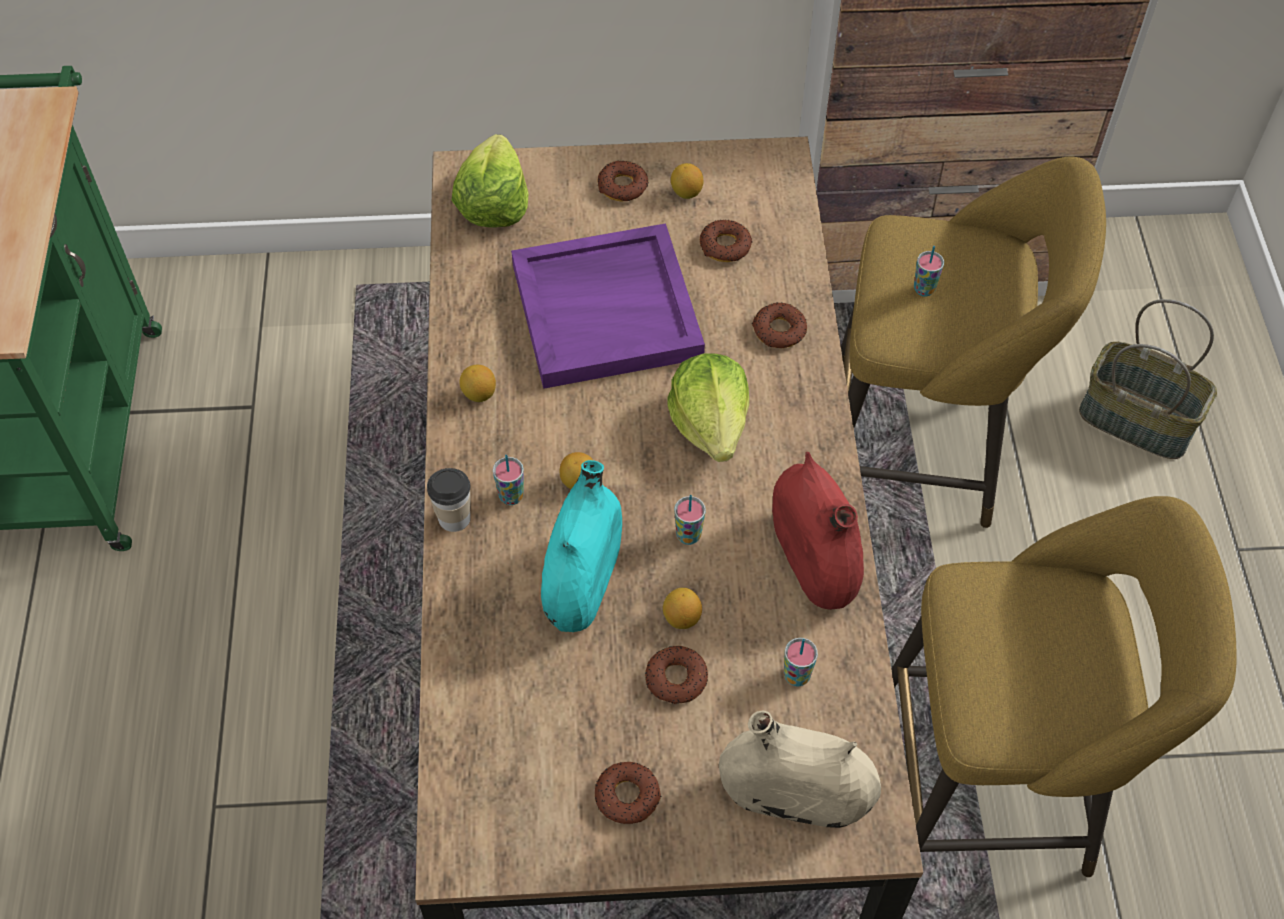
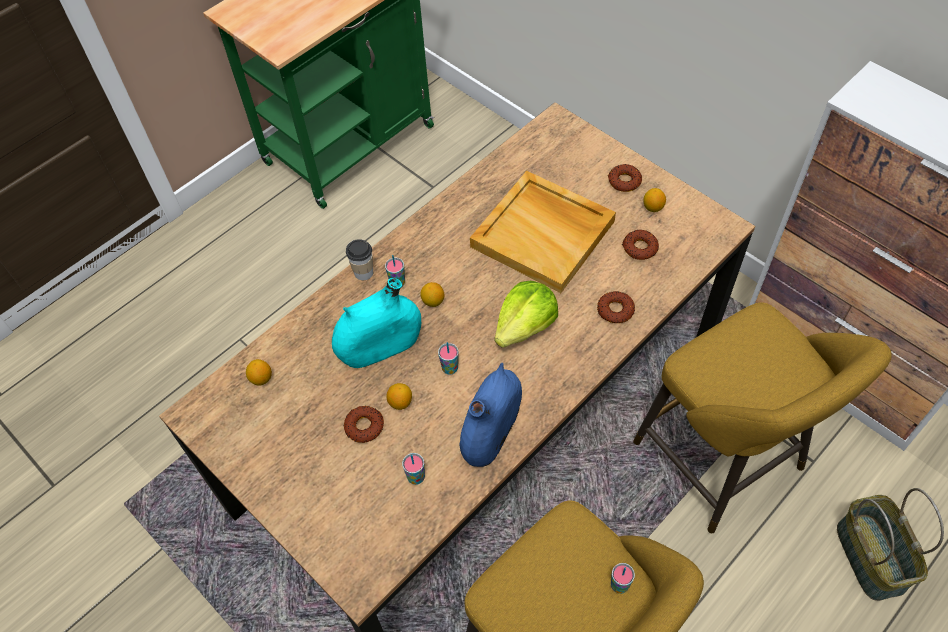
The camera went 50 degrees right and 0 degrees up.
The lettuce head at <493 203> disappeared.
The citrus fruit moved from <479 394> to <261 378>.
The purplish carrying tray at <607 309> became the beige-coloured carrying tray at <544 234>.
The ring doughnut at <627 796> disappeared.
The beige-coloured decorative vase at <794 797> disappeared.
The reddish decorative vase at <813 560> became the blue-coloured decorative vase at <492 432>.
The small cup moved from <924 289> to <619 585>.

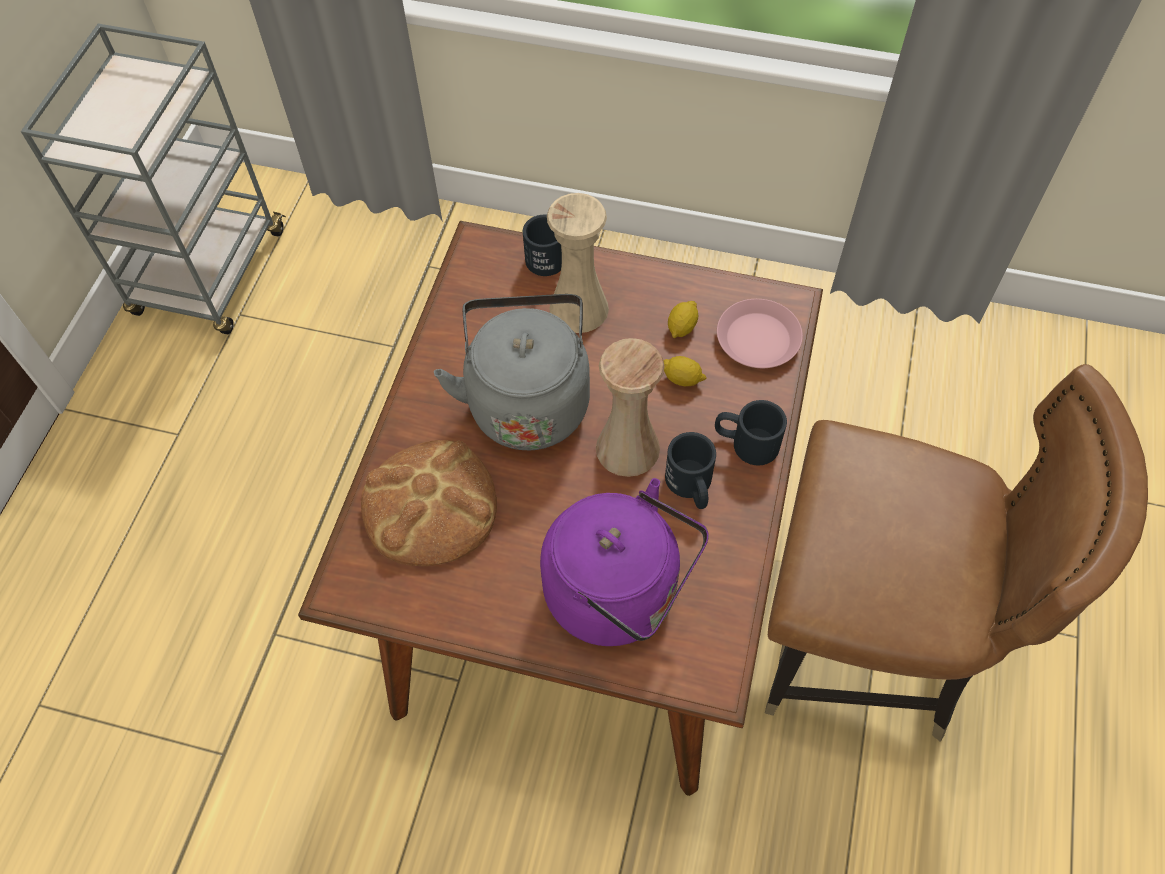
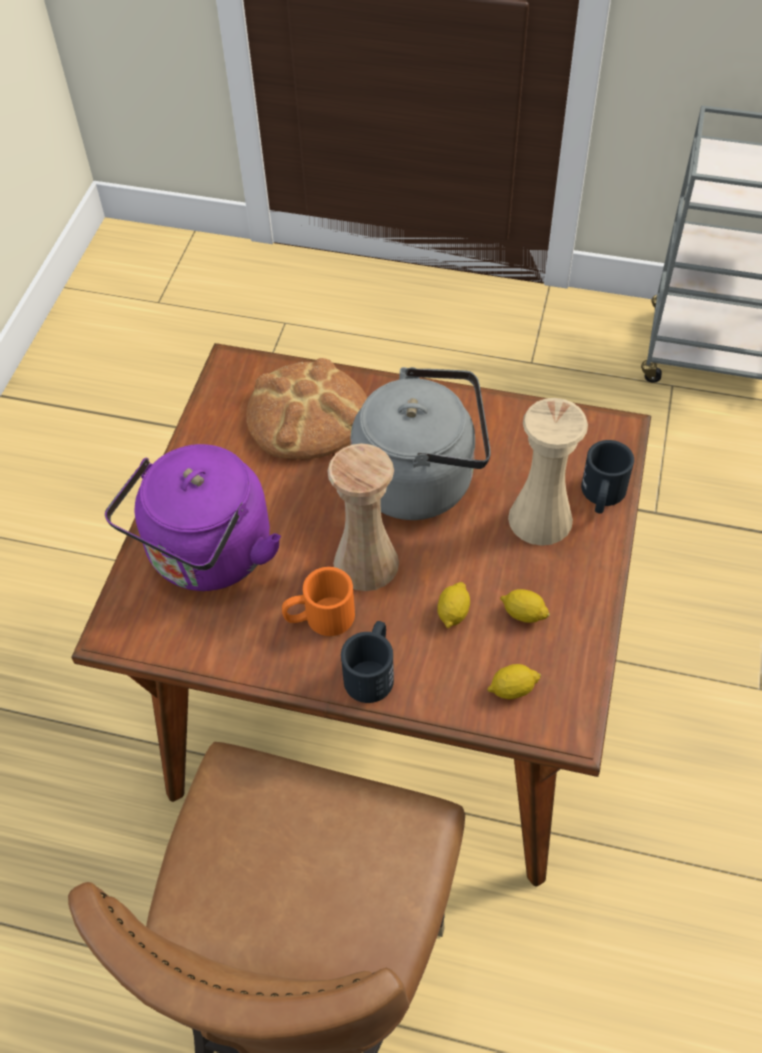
The camera went 90 degrees right and 5 degrees down.
The blackish coffee mug at <691 487> became the orangey coffee mug at <319 618>.
The pink flat dish at <757 339> was replaced by the citrus fruit at <512 689>.

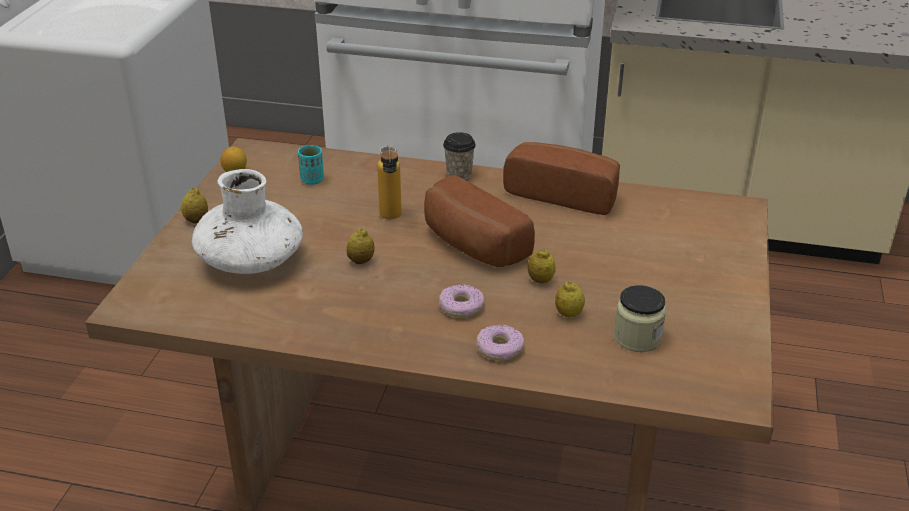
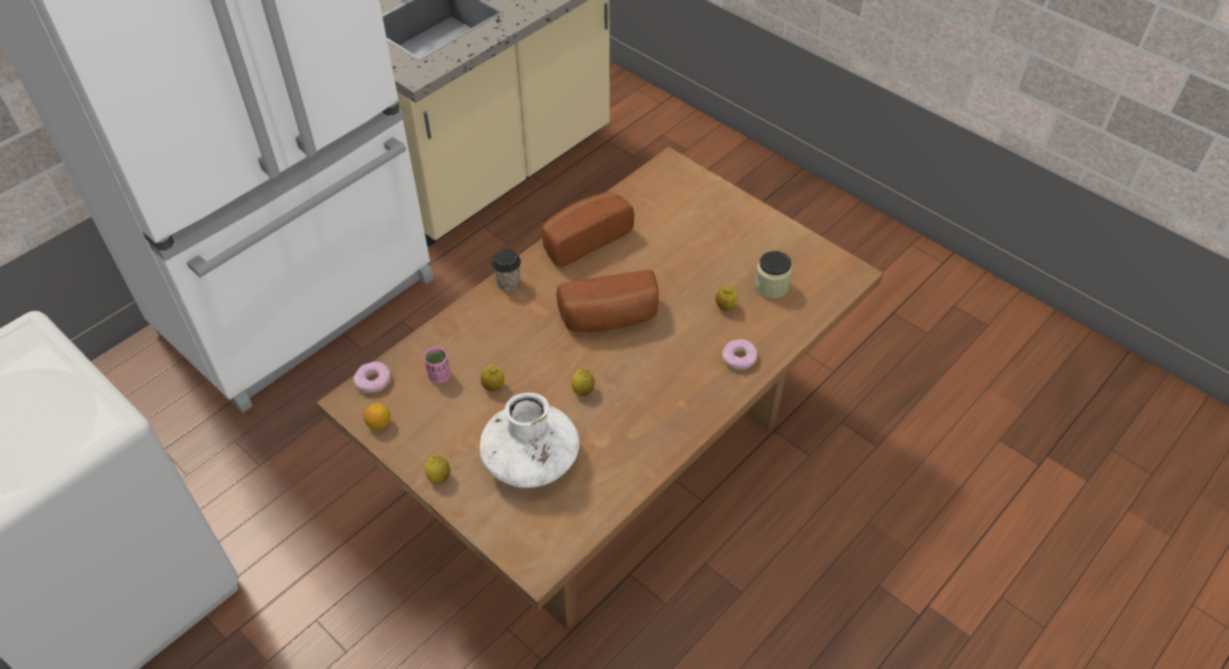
The camera went 60 degrees left and 15 degrees up.
The blue-green small cup at <312 180> became the pink small cup at <439 376>.
The drink bottle at <391 219> disappeared.
The ring doughnut moved from <461 307> to <373 381>.
The citrus fruit moved from <540 280> to <493 386>.

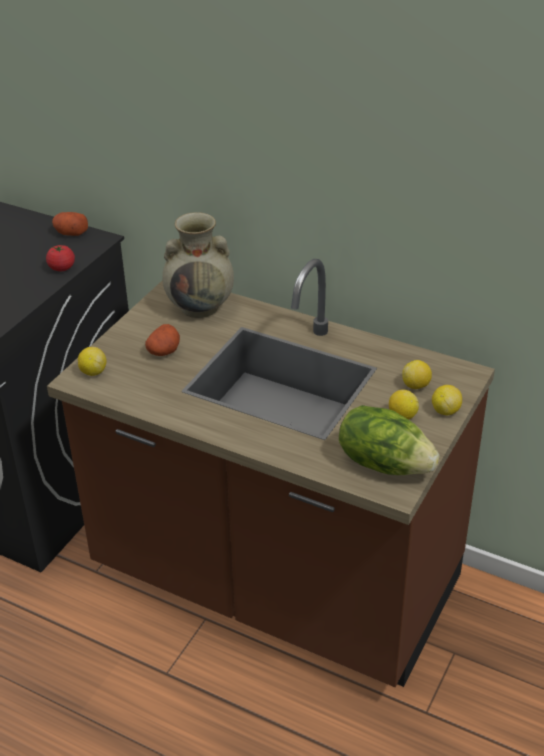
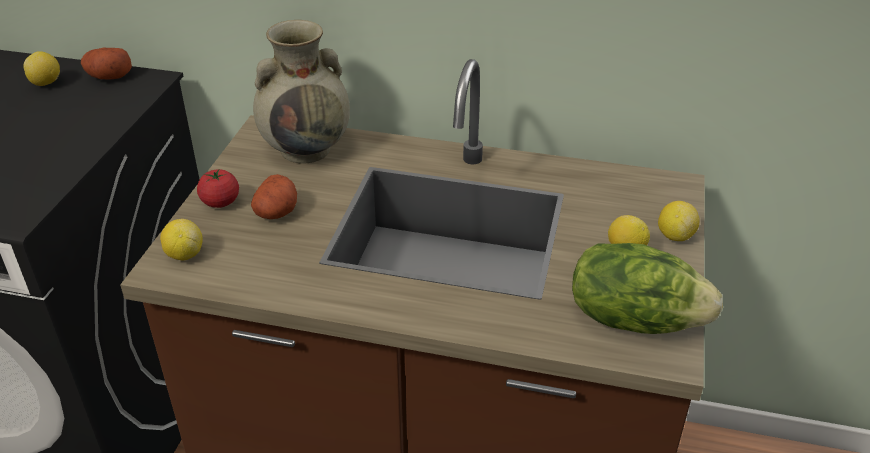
The camera went 15 degrees left and 0 degrees up.
The fresh tomato moved from <62 268> to <220 202>.
The citrus fruit moved from <416 386> to <46 83>.

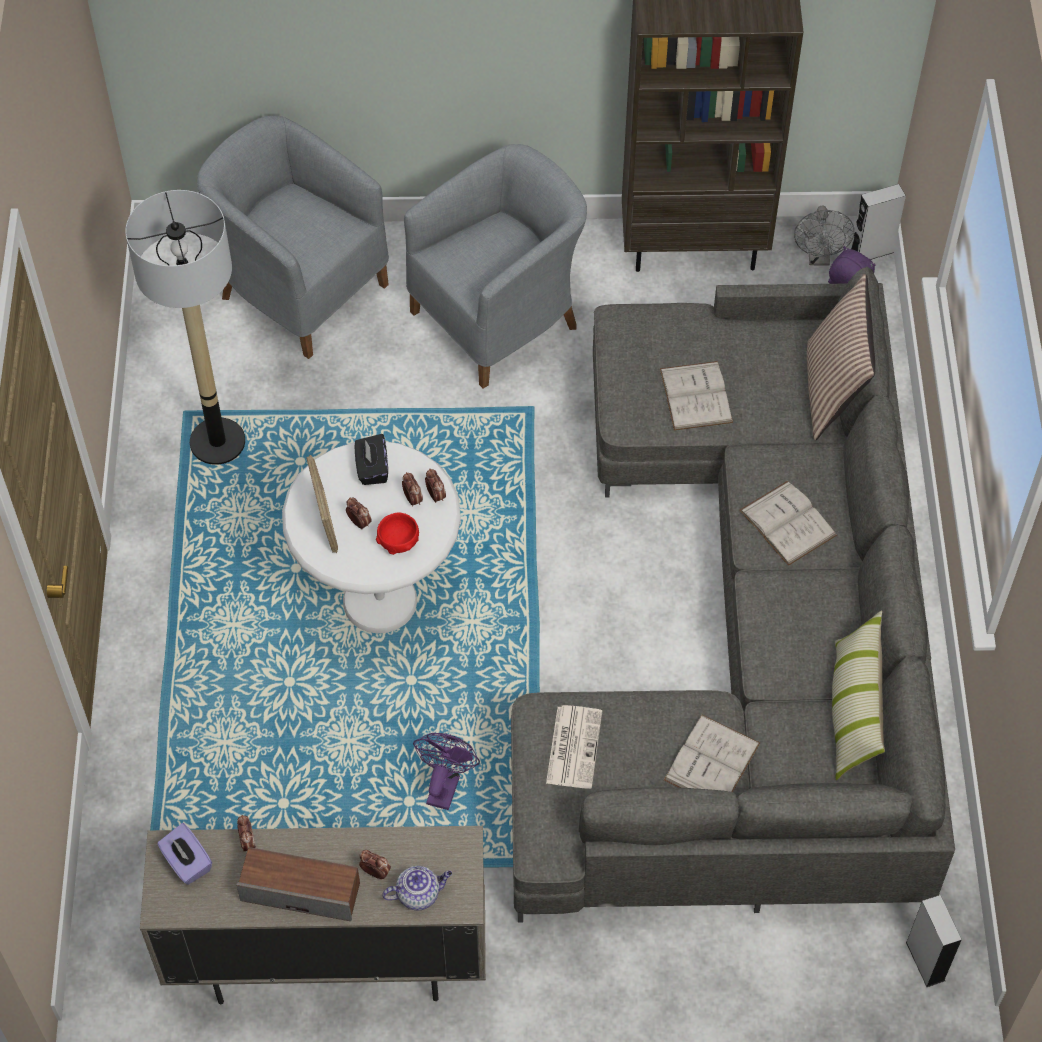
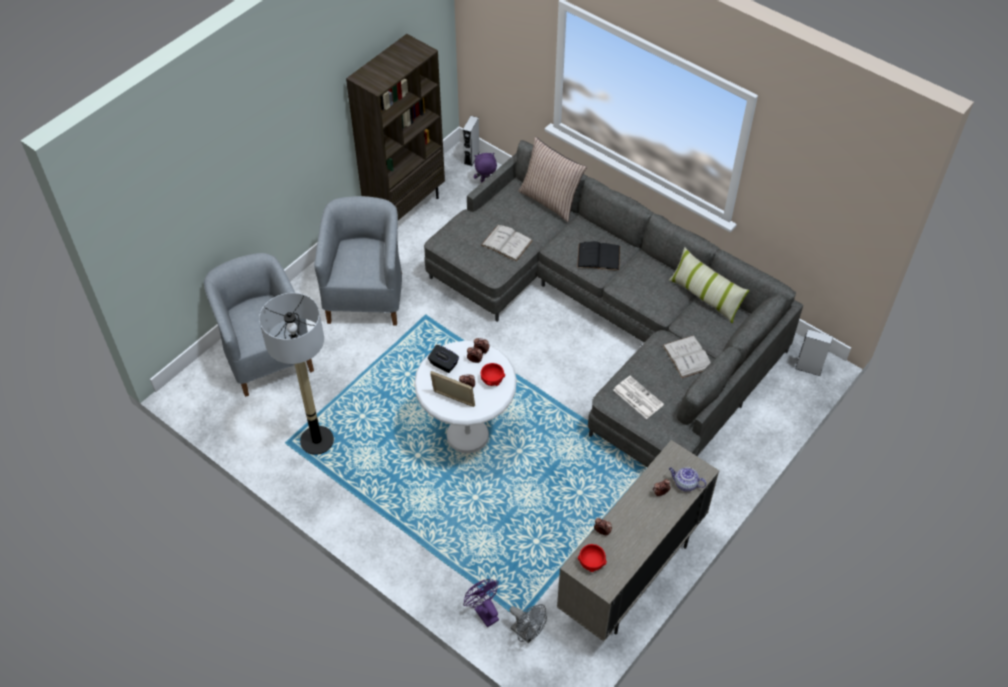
The camera went 50 degrees left and 5 degrees down.
The purplish box of tissues at <187 863> was replaced by the reddish deep dish at <591 562>.
The greyish lounge chair at <298 287> turned 75 degrees clockwise.
The audio speaker at <301 891> disappeared.
The pot for tea at <419 894> turned 90 degrees counterclockwise.
The purplish fan moved from <444 784> to <483 612>.
The white-coloured bound book at <787 523> became the blackish bound book at <598 256>.
The greyish fan moved from <819 257> to <527 633>.

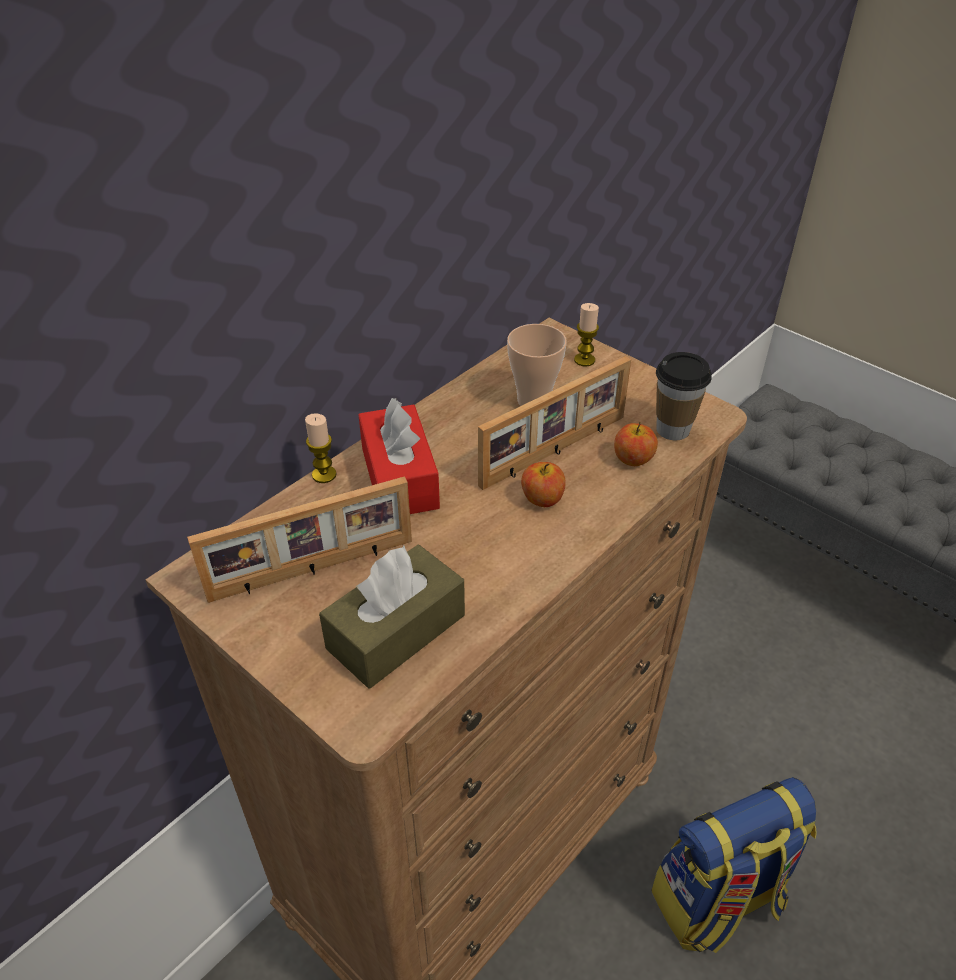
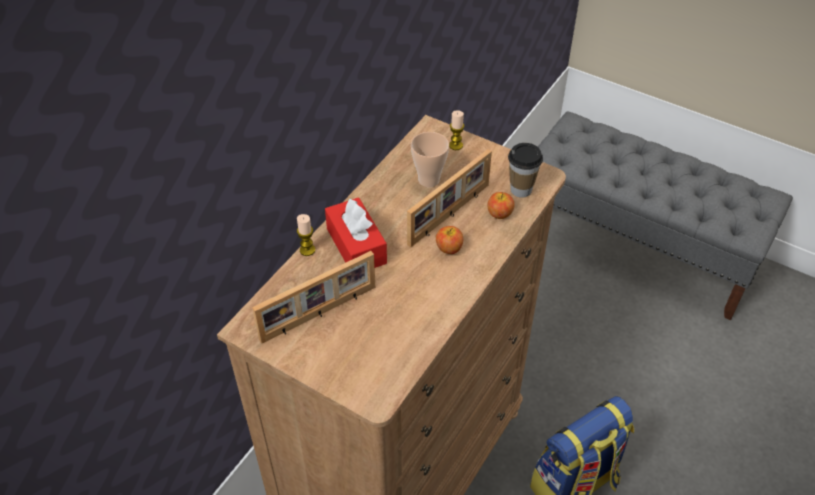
The camera went 10 degrees left and 5 degrees up.
The brownish box of tissues at <396 631> disappeared.

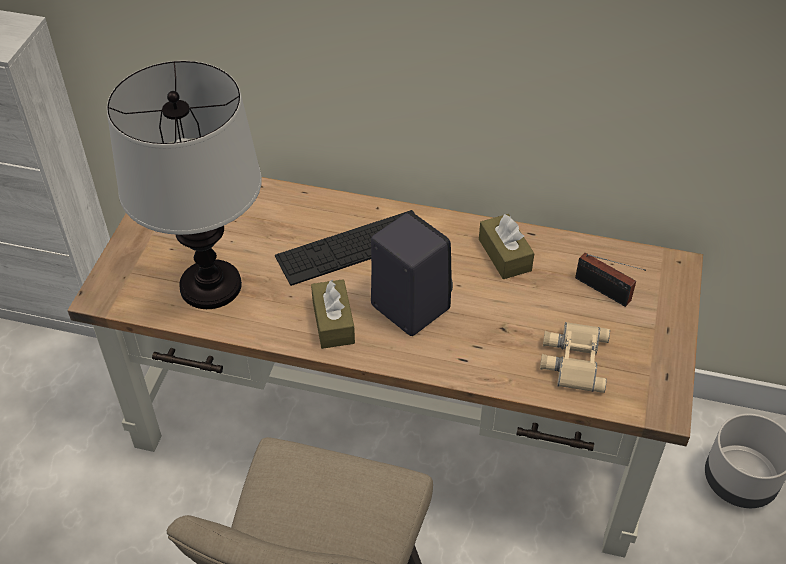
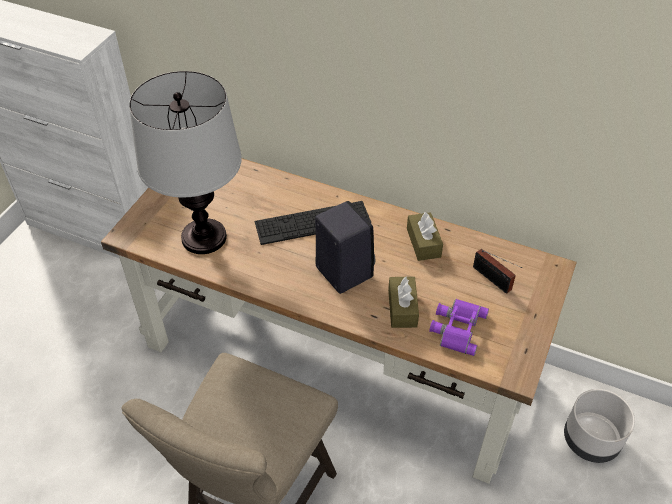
The camera went 10 degrees right and 0 degrees up.
The brownish box of tissues moved from <333 322> to <402 308>.
The beige-coloured pair of binoculars at <573 359> became the purplish pair of binoculars at <456 327>.

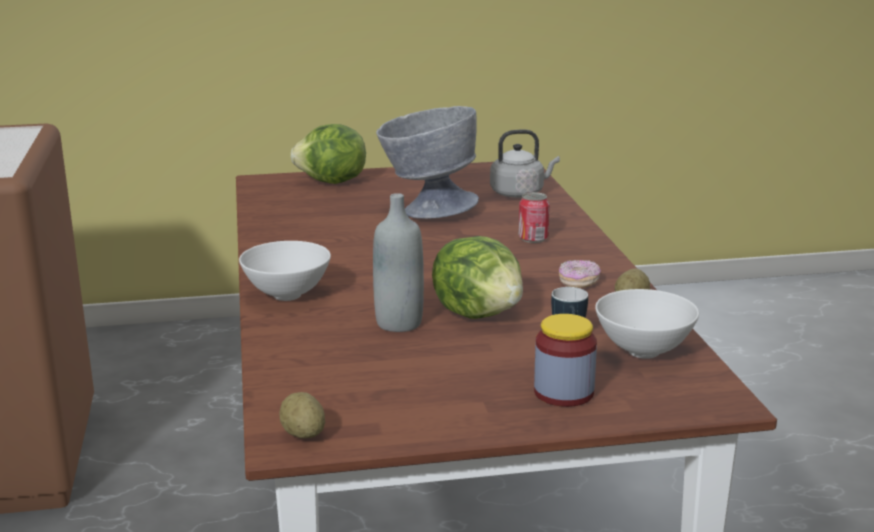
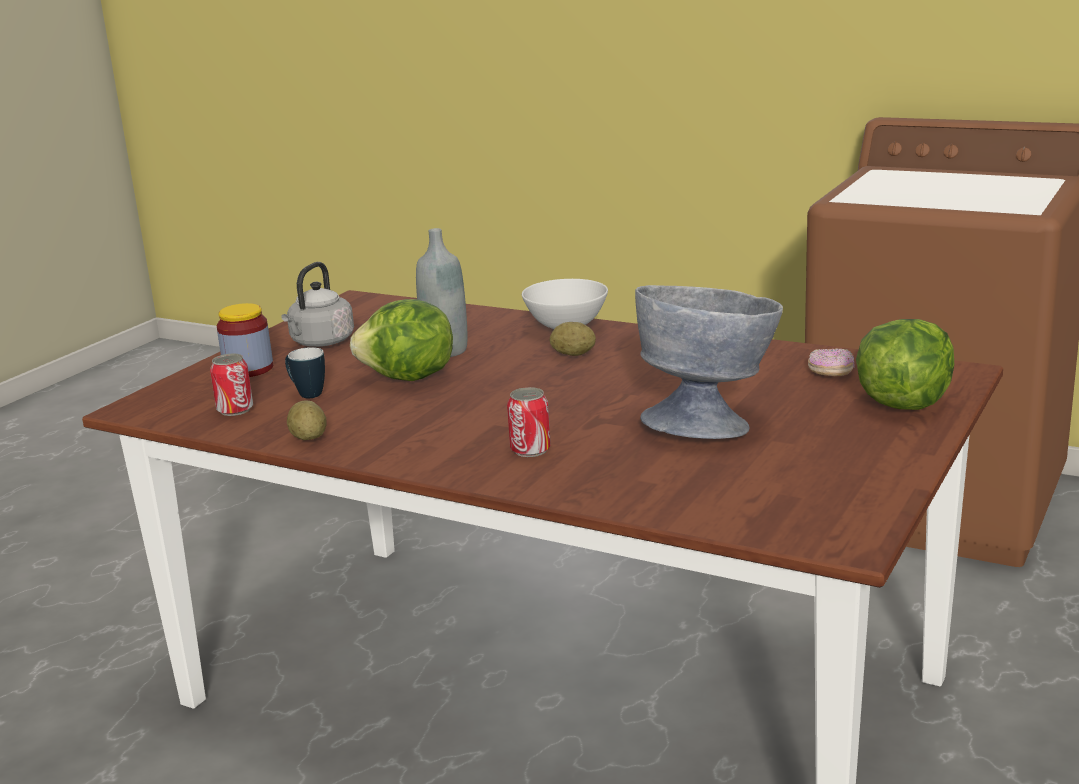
The camera went 130 degrees right and 0 degrees up.
The potato moved from <303 434> to <573 354>.
The greyish kettle moved from <520 193> to <320 343>.
The ring doughnut moved from <578 283> to <830 372>.
The white-coloured deep dish at <642 352> was replaced by the metal can at <235 410>.

